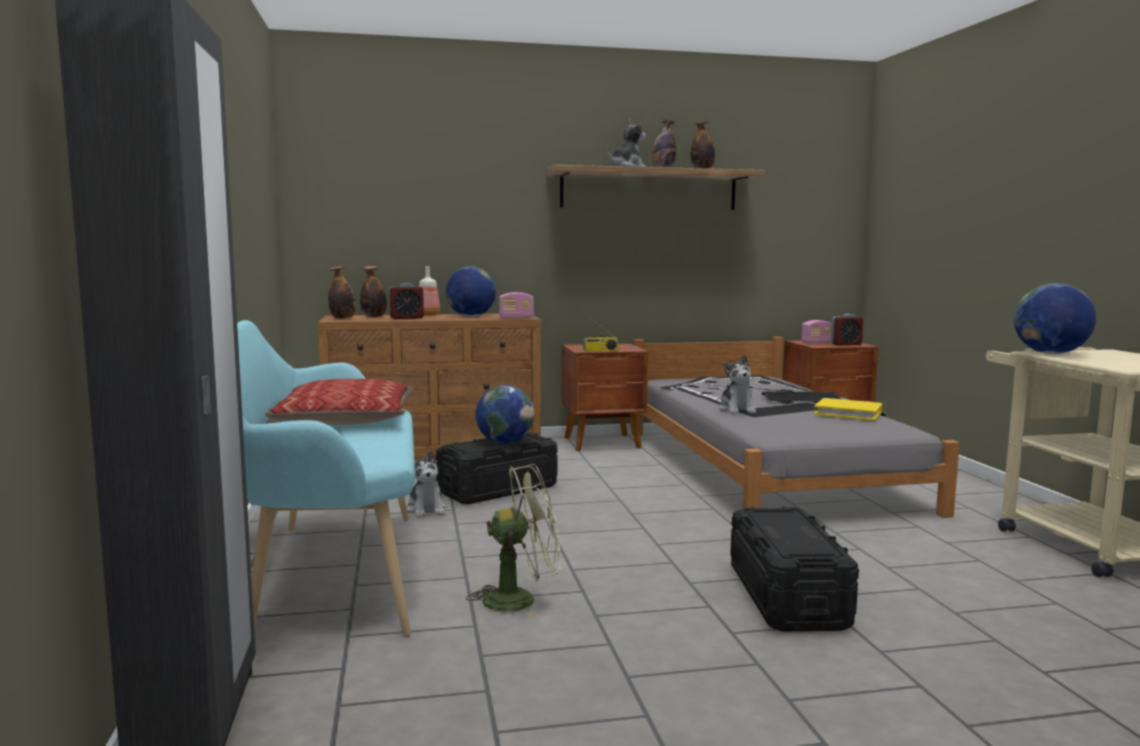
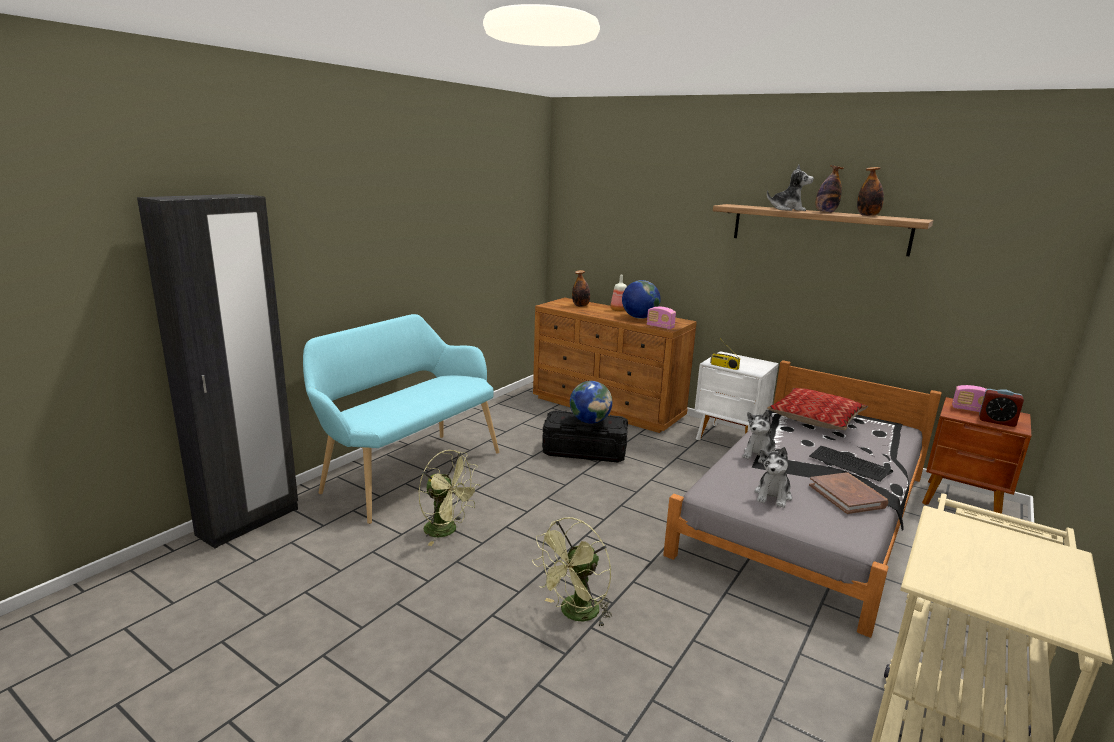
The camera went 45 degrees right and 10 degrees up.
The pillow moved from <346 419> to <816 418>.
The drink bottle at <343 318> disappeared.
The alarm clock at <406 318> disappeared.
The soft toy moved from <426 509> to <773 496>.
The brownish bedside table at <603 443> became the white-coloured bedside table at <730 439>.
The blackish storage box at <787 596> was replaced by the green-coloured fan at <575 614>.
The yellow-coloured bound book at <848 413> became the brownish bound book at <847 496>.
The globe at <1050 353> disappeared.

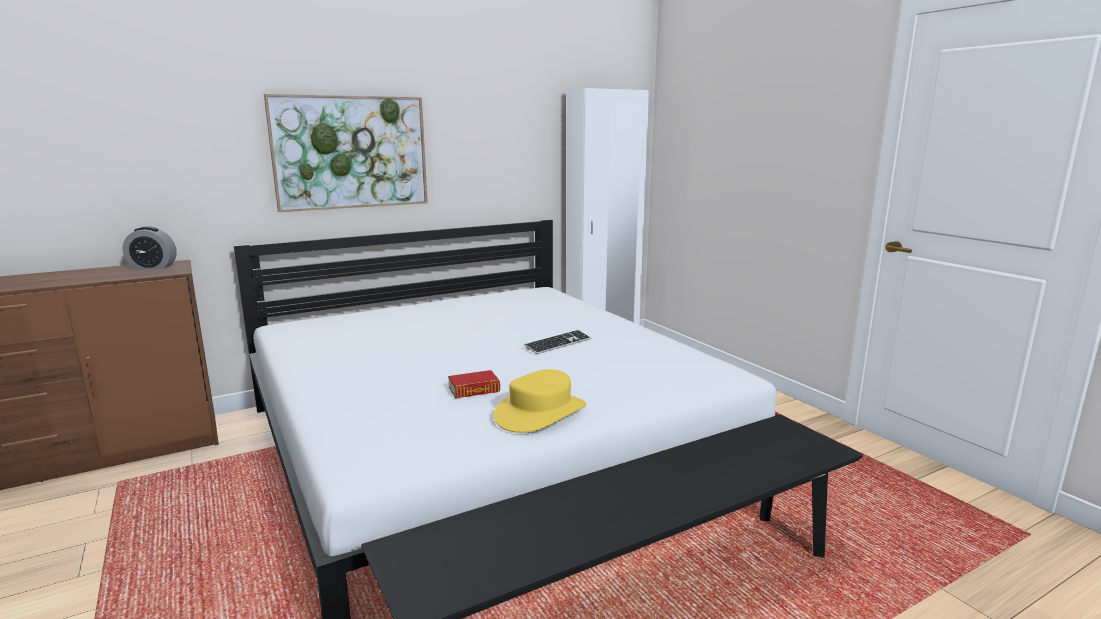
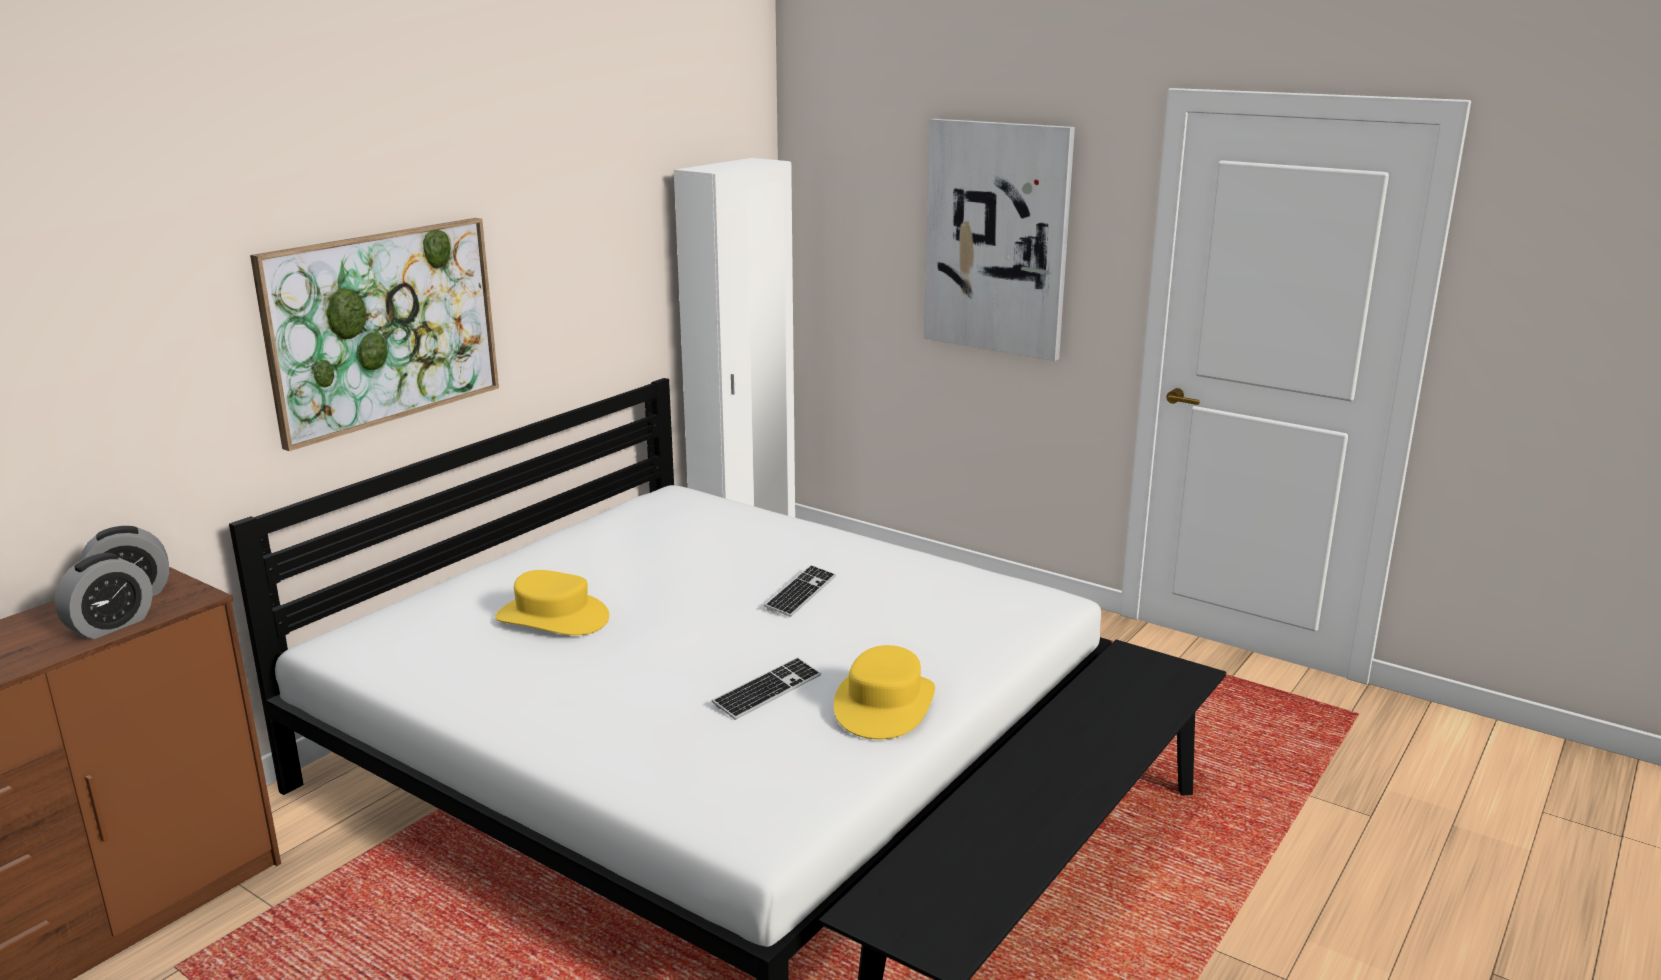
The camera went 25 degrees left and 5 degrees up.
The bound book at <474 389> was replaced by the computer keyboard at <767 691>.
The alarm clock at <111 626> appeared.
The yellow-coloured clothing hat at <553 617> appeared.
The wall picture at <997 238> appeared.

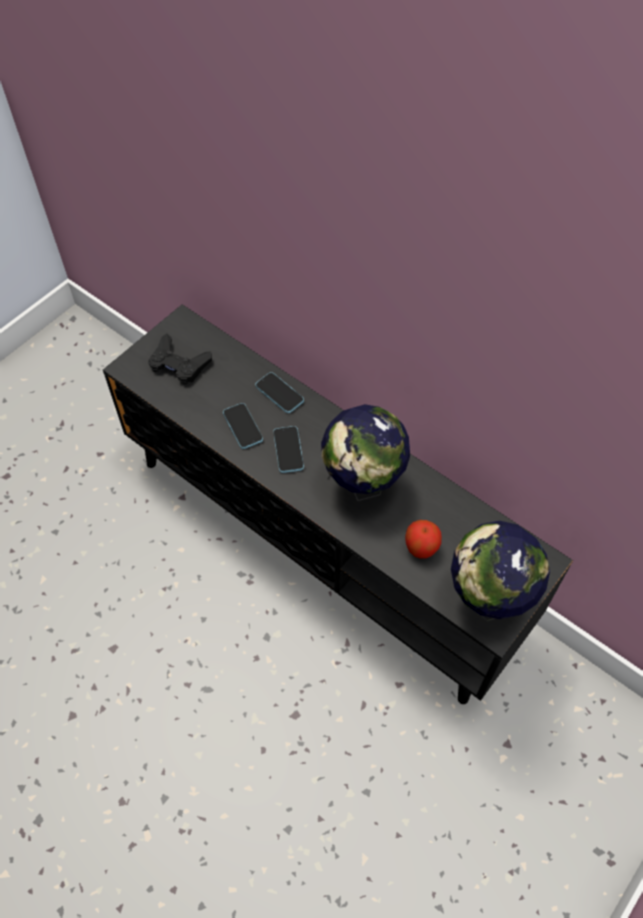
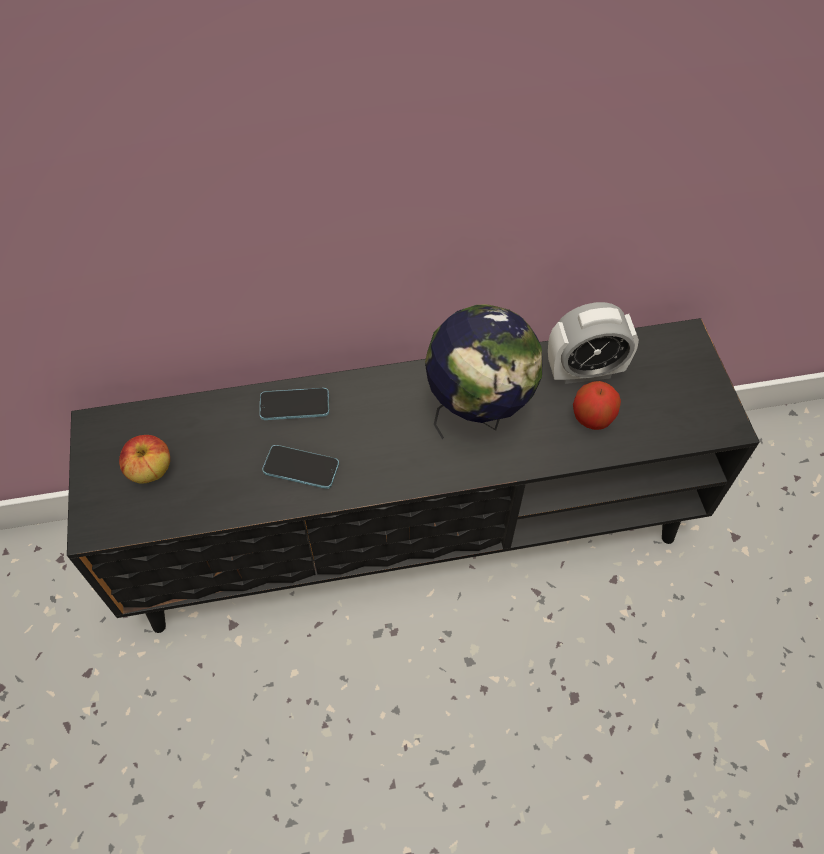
The camera went 50 degrees left and 0 degrees up.
The blackish gamepad at <179 364> was replaced by the apple at <151 471>.
The phone at <288 450> disappeared.
The globe at <487 600> disappeared.
The alarm clock at <584 371> appeared.

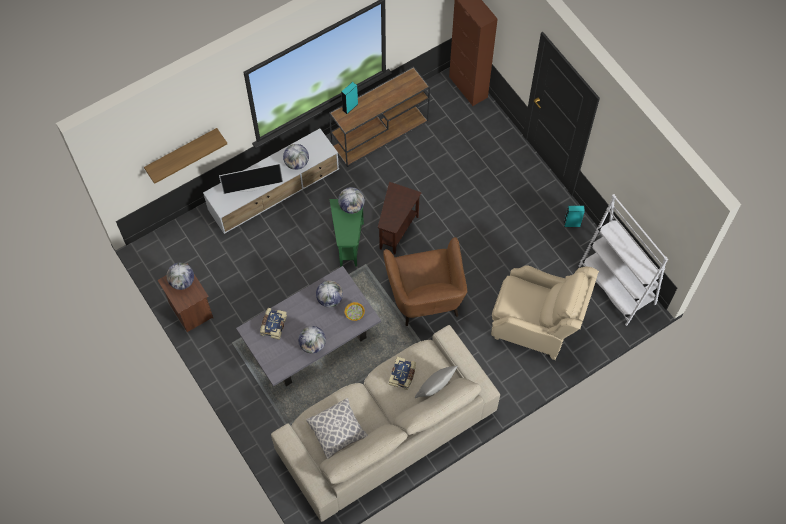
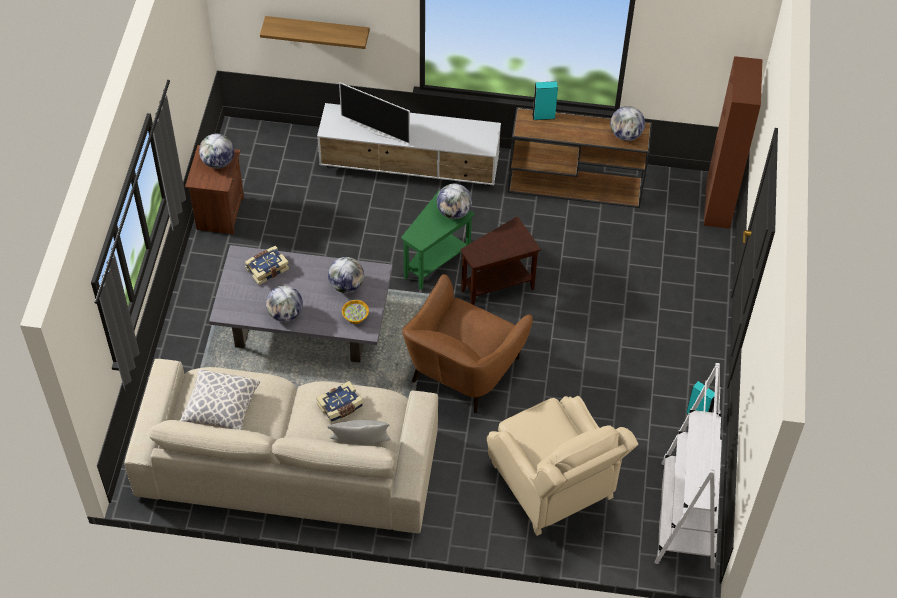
The camera went 40 degrees right and 10 degrees down.
The globe moved from <297 163> to <626 135>.

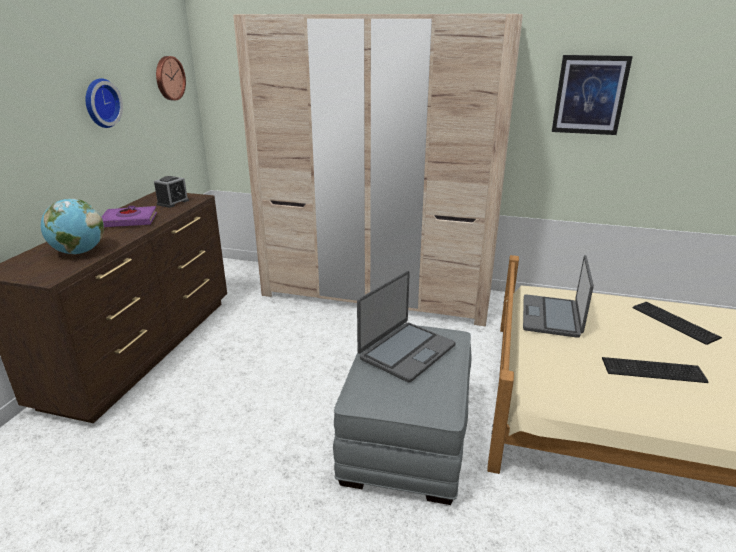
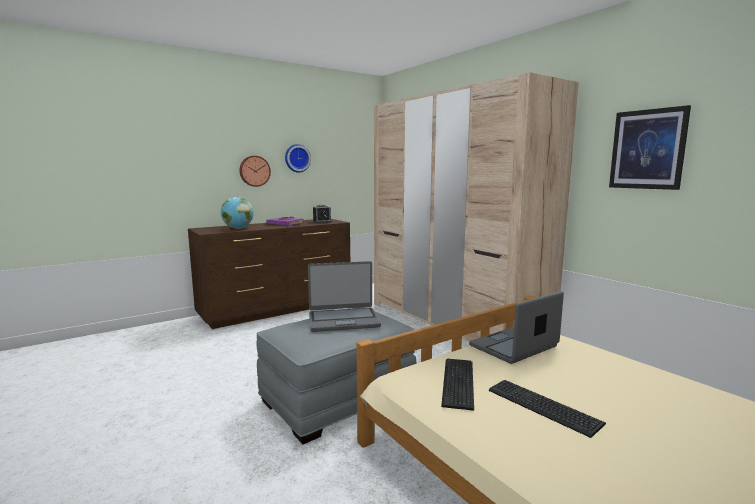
The camera went 40 degrees right and 15 degrees down.
The hanging clock moved from <169 78> to <254 171>.
The computer keyboard moved from <674 323> to <456 383>.

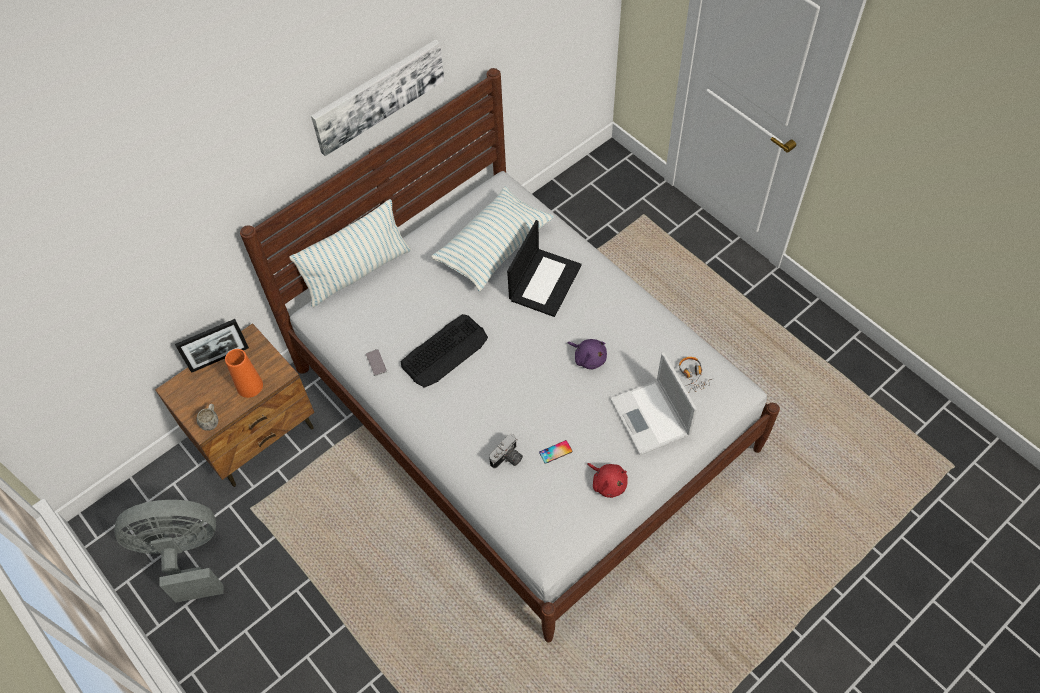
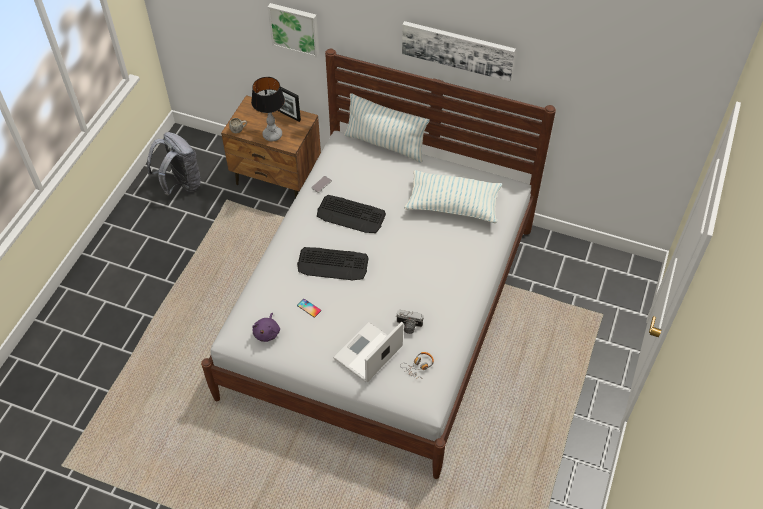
The camera went 60 degrees right and 5 degrees down.
The greyish fan at <184 555> was replaced by the greyish backpack at <180 184>.
The orangey decorative vase at <249 386> was replaced by the lamp for a table at <273 135>.
The still camera moved from <508 459> to <408 326>.
The notebook computer at <544 281> disappeared.
The purplish soft toy moved from <588 358> to <267 332>.
The reddish soft toy at <608 483> disappeared.
The wall picture at <295 28> appeared.
The computer keyboard at <333 264> appeared.

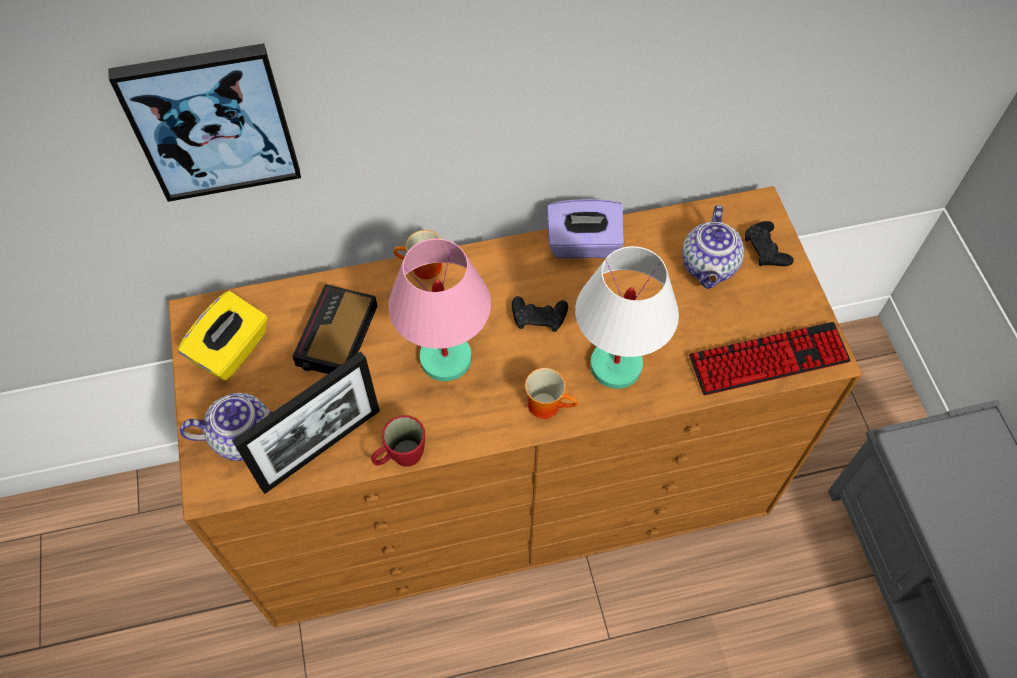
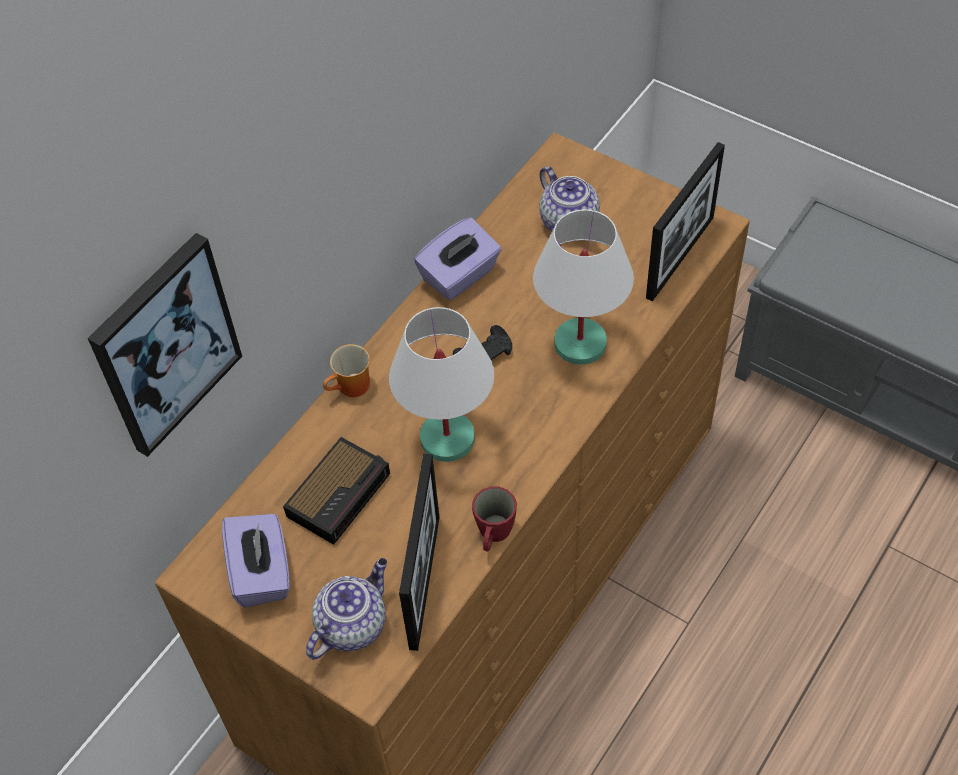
The camera went 40 degrees left and 5 degrees down.
The yellow-coloured box of tissues at <232 350> became the purplish box of tissues at <262 573>.
The alarm clock at <336 337> turned 120 degrees counterclockwise.
The pink lamp for a table at <447 358> became the white-coloured lamp for a table at <448 437>.
The coffee mug at <548 404> disappeared.
The computer keyboard at <768 360> was replaced by the picture frame at <680 257>.
The blackish gamepad at <766 249> disappeared.

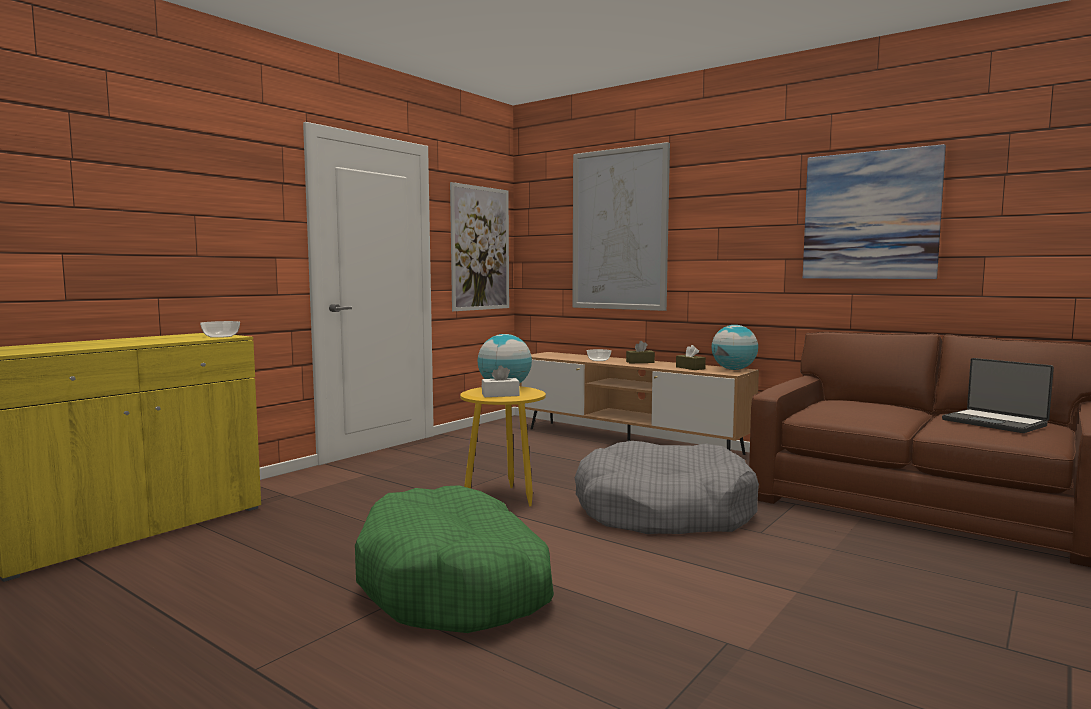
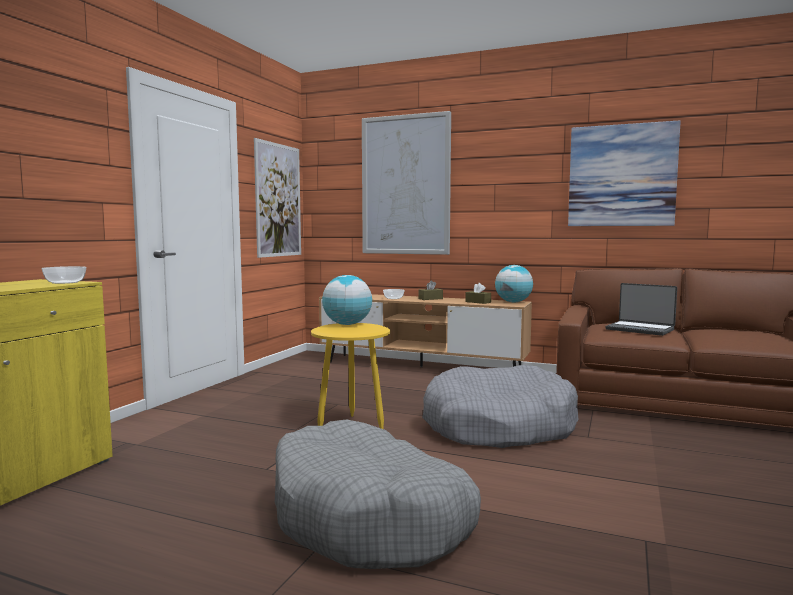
The camera went 15 degrees left and 0 degrees up.
The green-coloured dog cushion at <456 584> became the greyish dog cushion at <369 517>.
The white-coloured box of tissues at <500 395> disappeared.
The notebook computer moved from <995 422> to <640 329>.

